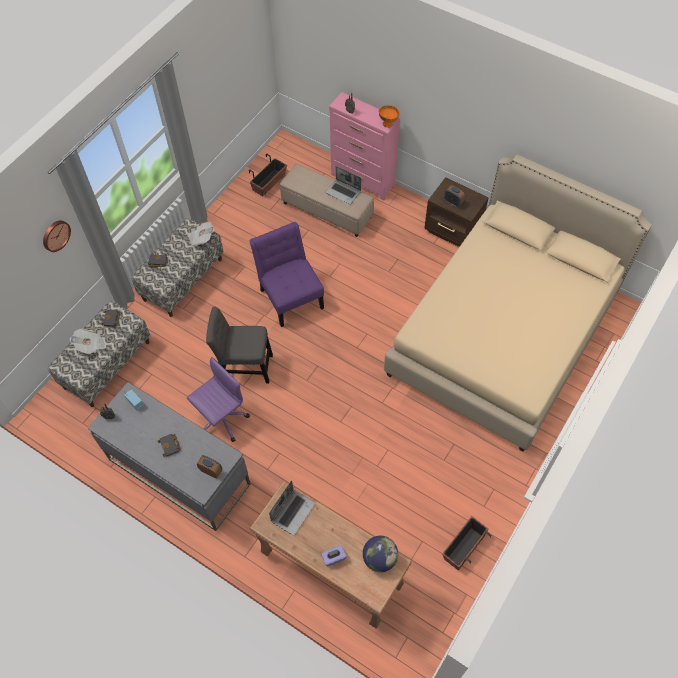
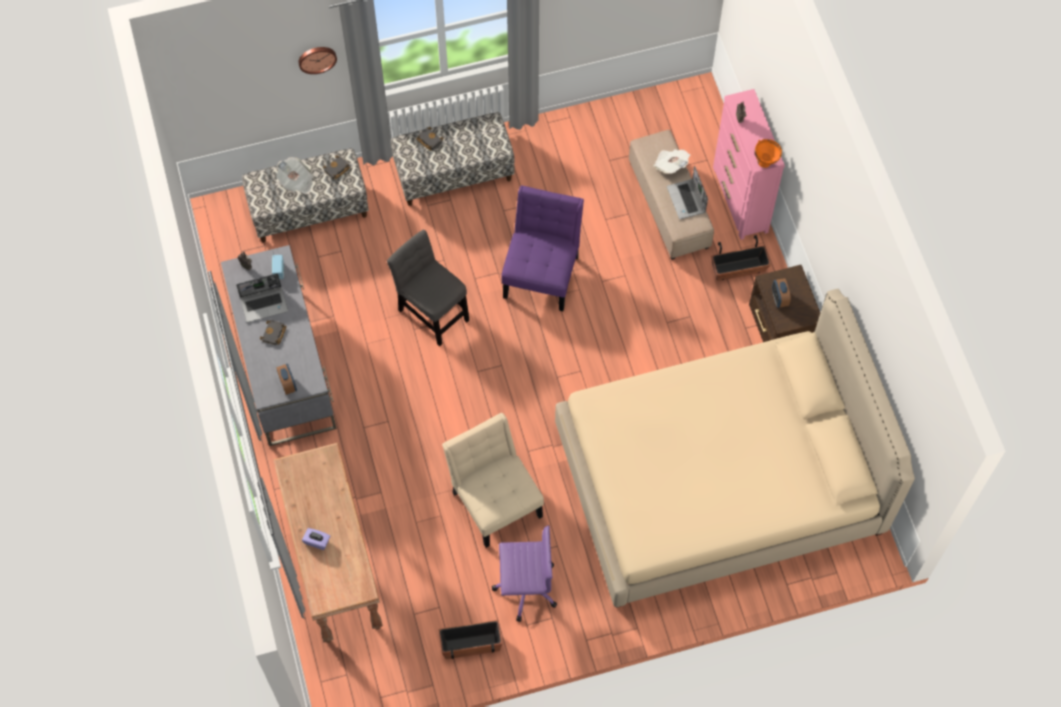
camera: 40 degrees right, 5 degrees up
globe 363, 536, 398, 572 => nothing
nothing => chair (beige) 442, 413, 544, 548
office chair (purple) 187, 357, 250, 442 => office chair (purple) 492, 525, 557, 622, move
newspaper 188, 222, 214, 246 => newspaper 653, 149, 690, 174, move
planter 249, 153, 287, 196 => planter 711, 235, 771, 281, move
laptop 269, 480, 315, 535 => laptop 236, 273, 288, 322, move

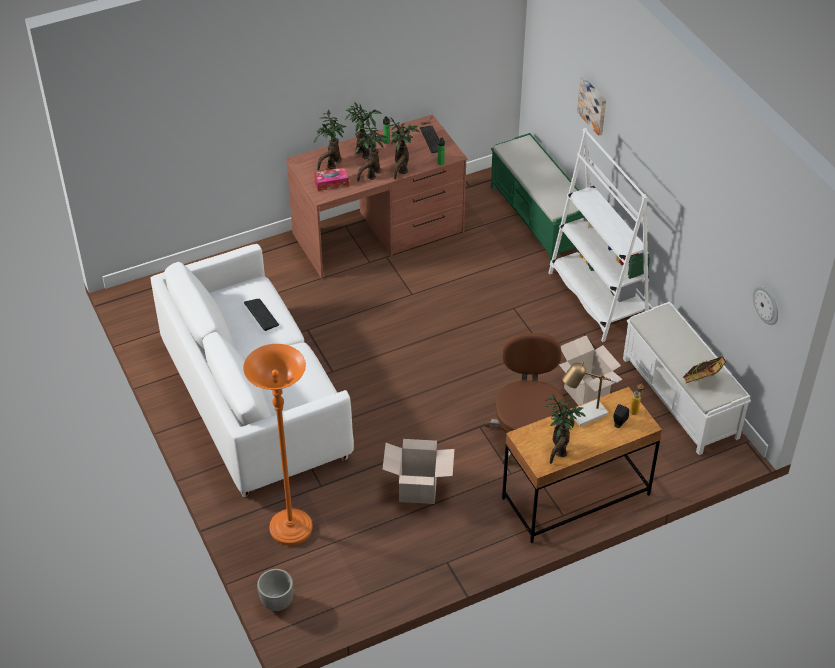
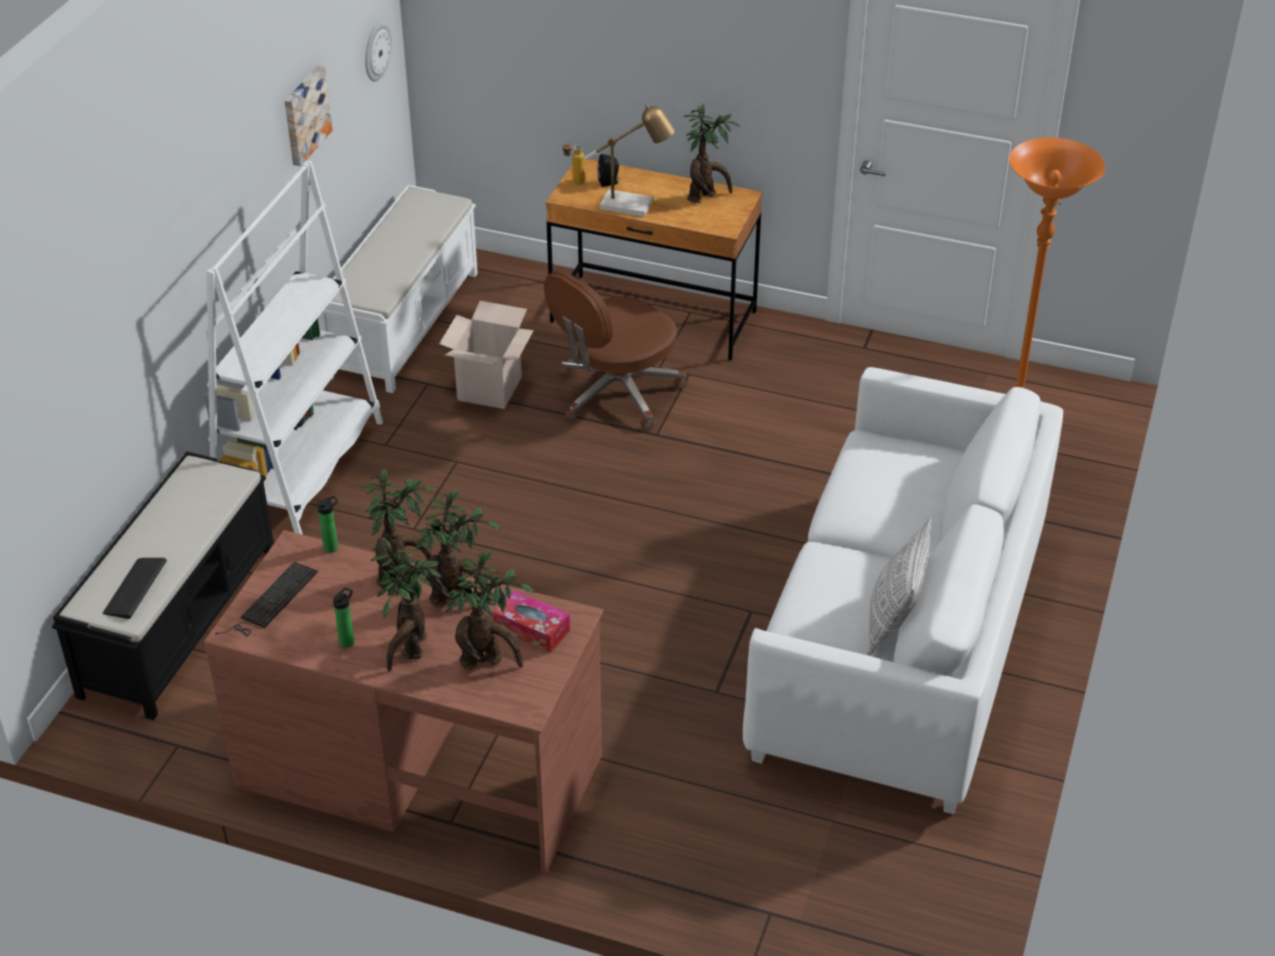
camera: 135 degrees left, 5 degrees down
planter 257, 569, 293, 611 => nothing
cardboard box 382, 439, 455, 504 => nothing
book 683, 356, 726, 383 => nothing
nothing => pillow 867, 518, 931, 656
keyboard 244, 299, 279, 331 => keyboard 103, 558, 167, 619, move
picture 577, 77, 606, 136 => picture 285, 66, 332, 166, move
bench (green) 491, 133, 584, 261 => bench (black) 52, 451, 274, 720

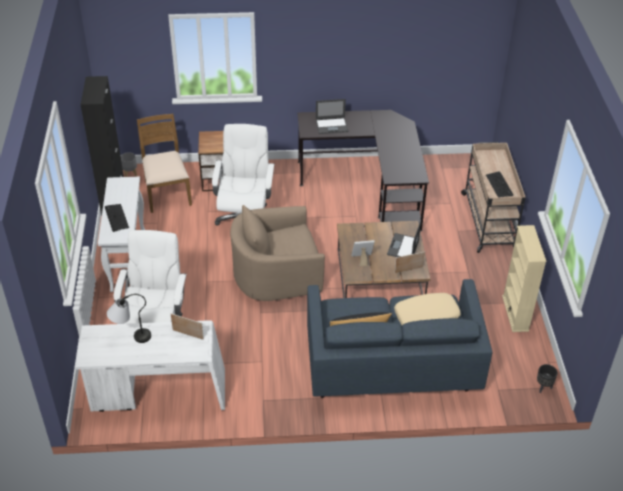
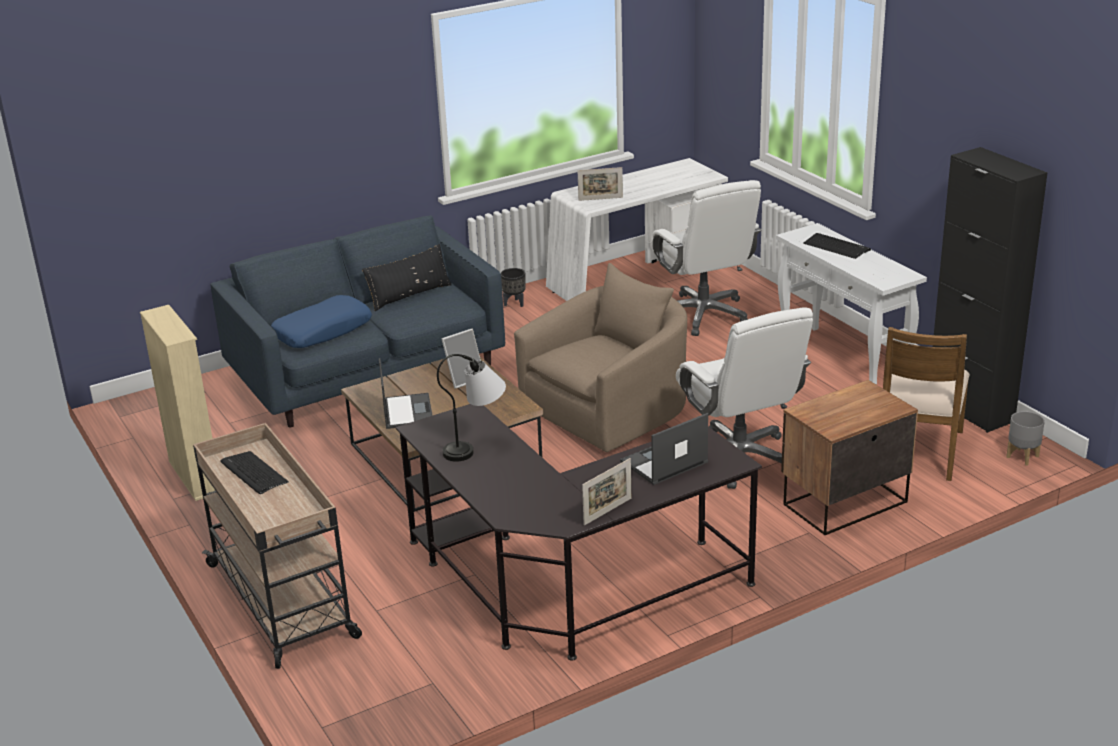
camera: 155 degrees right, 15 degrees down
table lamp 107, 294, 151, 343 => table lamp 437, 354, 506, 462, move
picture frame 395, 252, 425, 273 => picture frame 582, 458, 631, 526, move
planter (black) 537, 364, 558, 393 => planter (black) 501, 268, 525, 307, move
pillow (beige) 394, 293, 461, 325 => pillow (blue) 271, 295, 372, 348
chair (brown) 137, 113, 192, 213 => chair (brown) 883, 327, 970, 481, 60 degrees clockwise

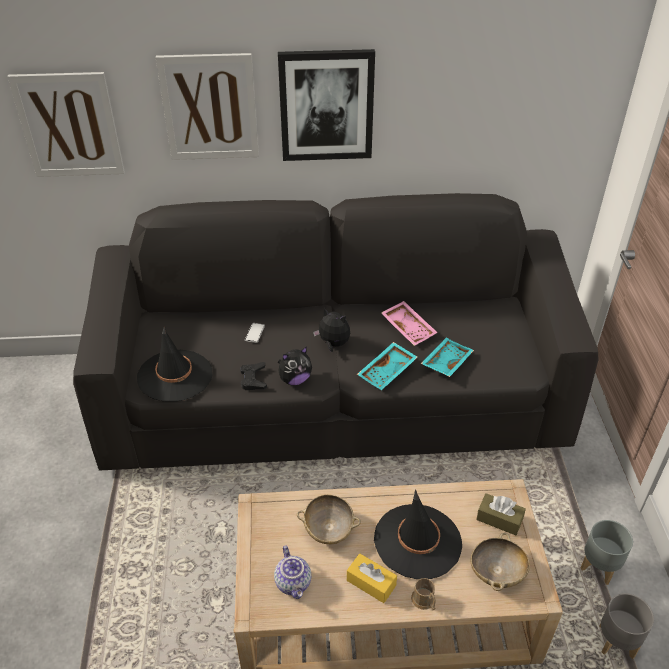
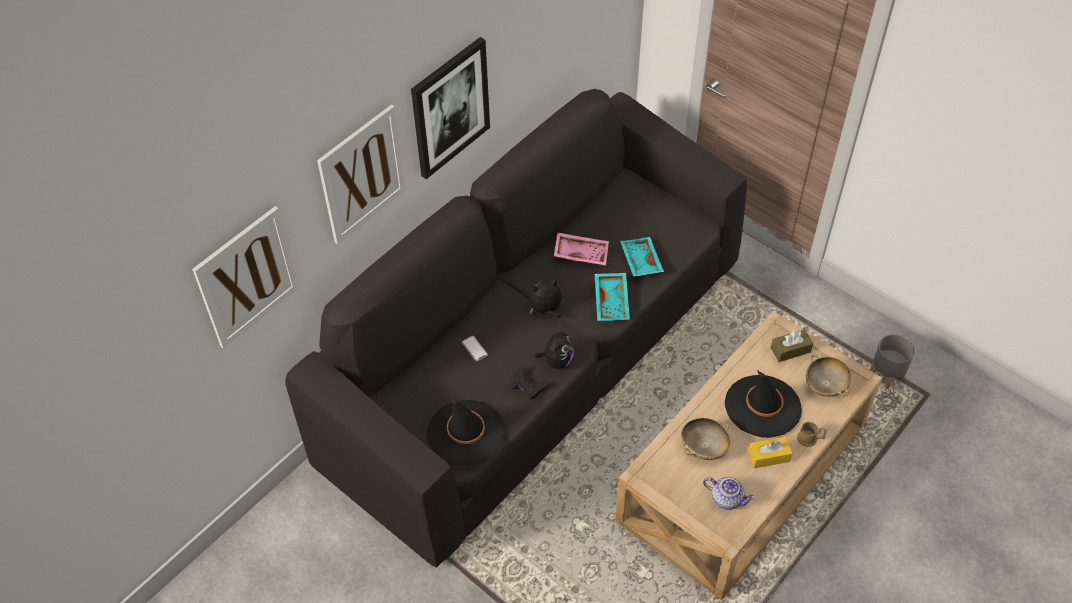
camera: 45 degrees left, 10 degrees up
planter (grey) 581, 520, 633, 585 => nothing

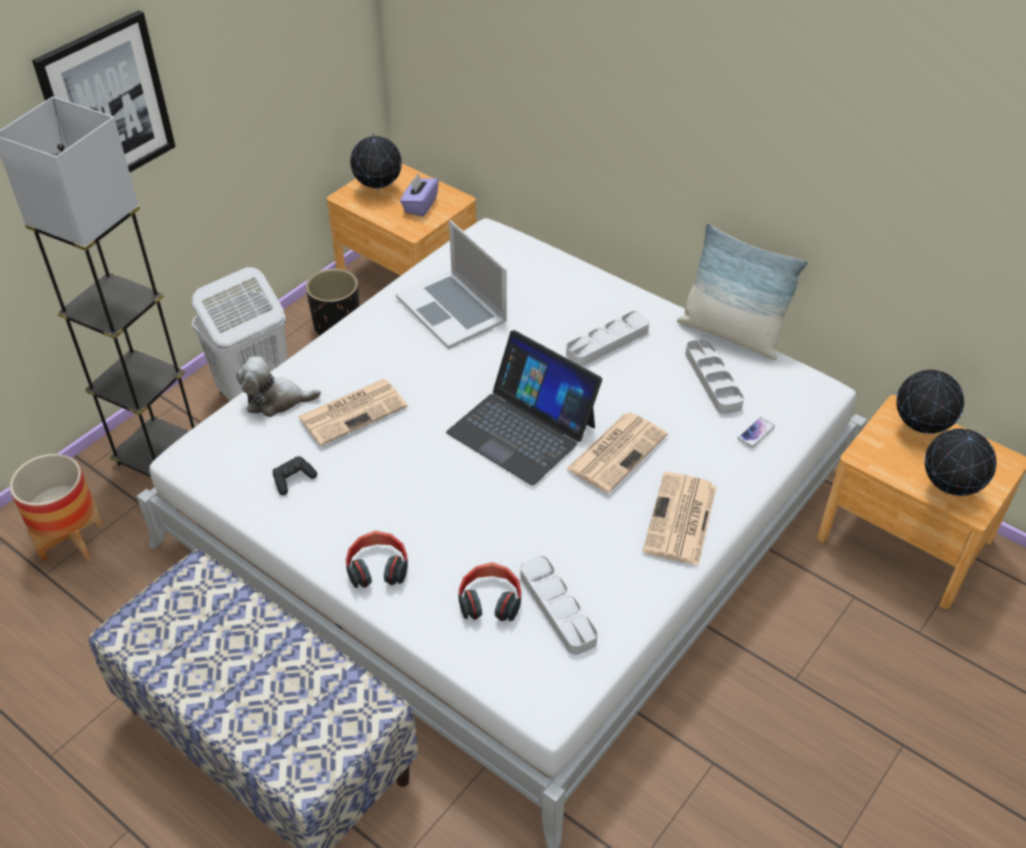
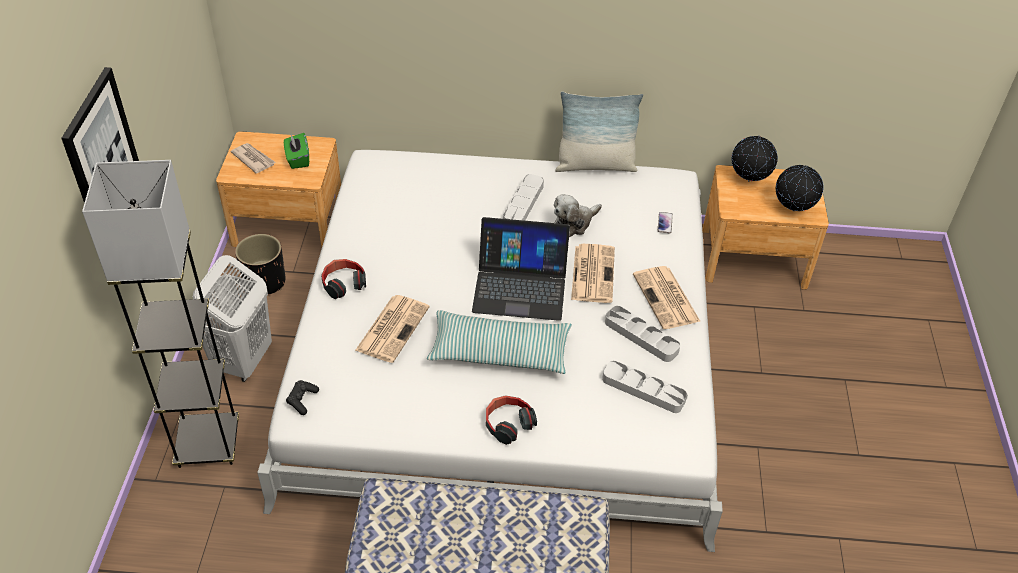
camera: 35 degrees left, 0 degrees up
planter 10, 454, 103, 562 => nothing
laptop 396, 220, 507, 349 => nothing
nothing => pillow 427, 310, 572, 374
plush toy 236, 357, 321, 417 => plush toy 554, 194, 602, 237, move
game controller (black) 273, 456, 317, 495 => game controller (black) 286, 380, 319, 415, move
headphones 458, 562, 521, 621 => headphones 321, 259, 366, 299, move
tray (grey) 685, 338, 744, 414 => tray (grey) 605, 306, 680, 362, move
globe 350, 133, 402, 191 => newspaper 231, 143, 276, 174
tissue box (purple) 400, 173, 439, 216 => tissue box (green) 284, 133, 309, 169

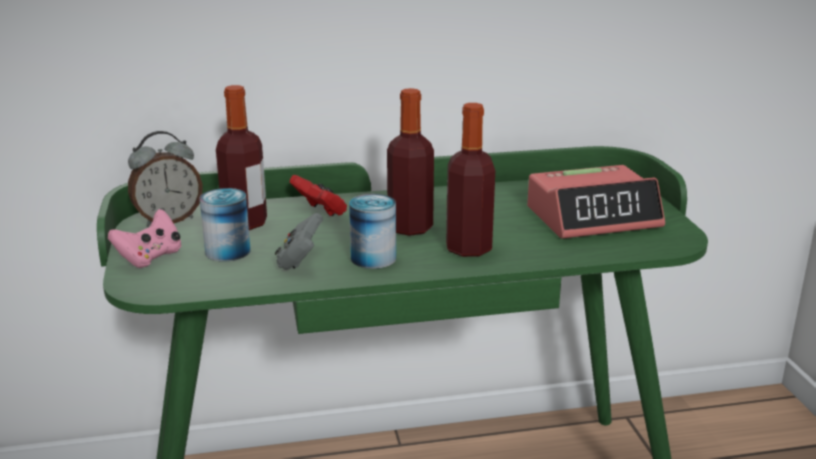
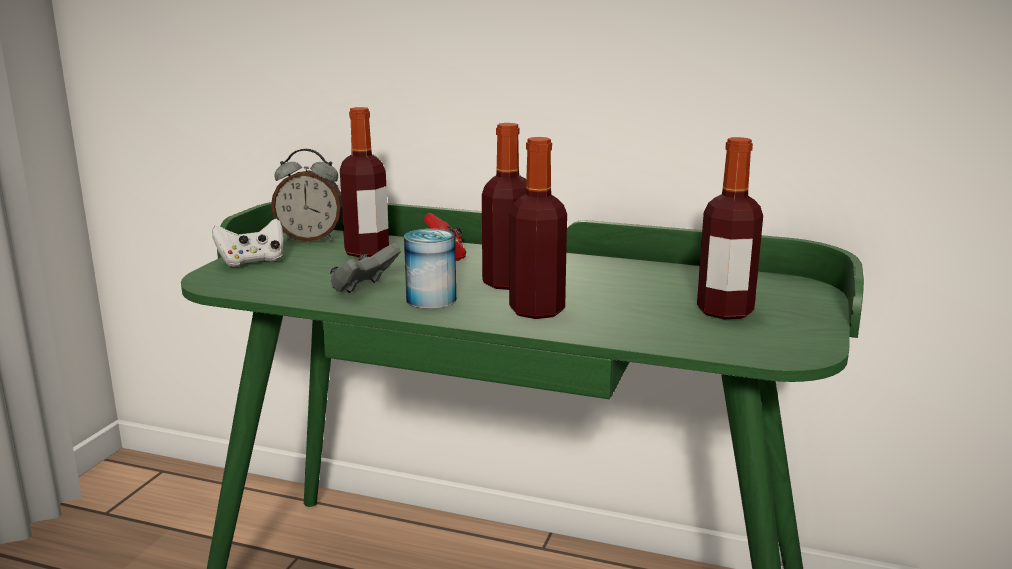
camera: 30 degrees right, 5 degrees down
can 200, 188, 251, 262 => nothing
alarm clock 527, 165, 665, 239 => bottle 697, 137, 763, 319
game controller (pink) 108, 209, 181, 268 => game controller (white) 212, 219, 284, 267

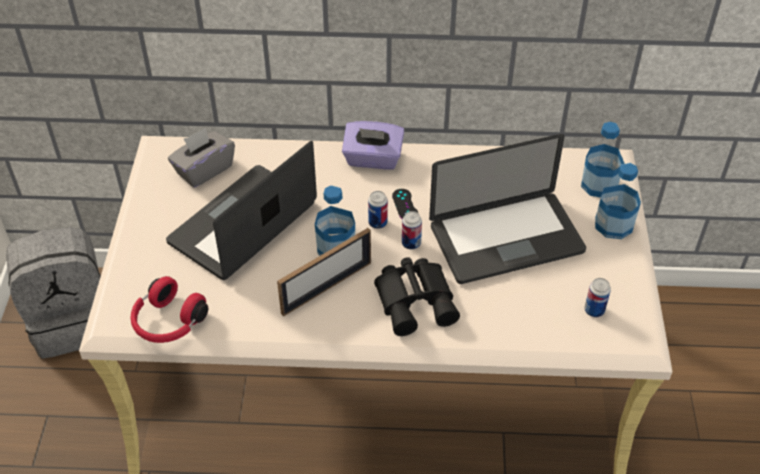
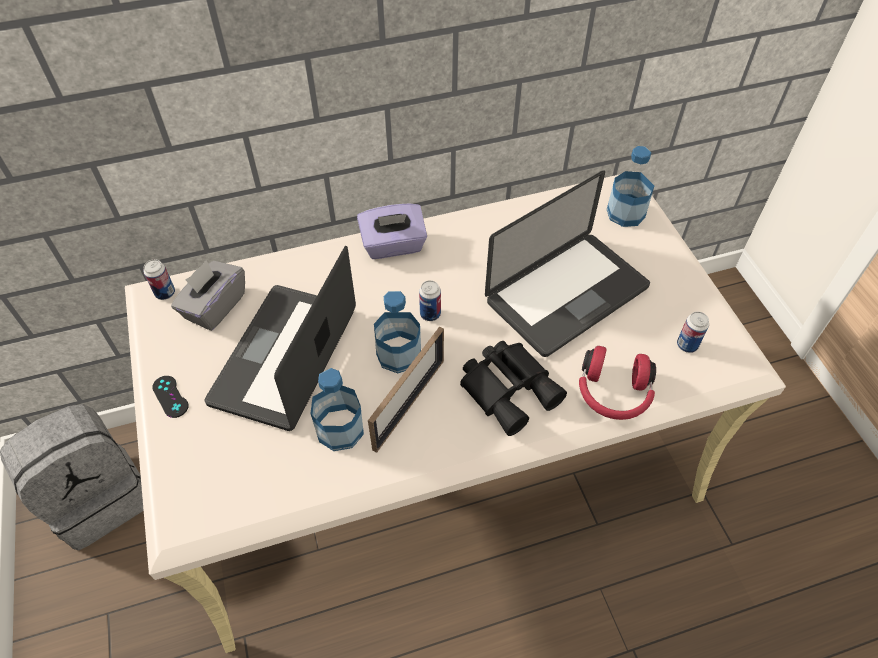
camera: 20 degrees left, 5 degrees up
headphones (red) 130, 276, 208, 343 => headphones (red) 579, 346, 656, 420, move
game controller (black) 392, 189, 418, 219 => game controller (black) 152, 376, 189, 418, move
can 402, 211, 422, 250 => can 143, 259, 175, 300, move
bottle 595, 163, 641, 239 => bottle 310, 368, 364, 451, move

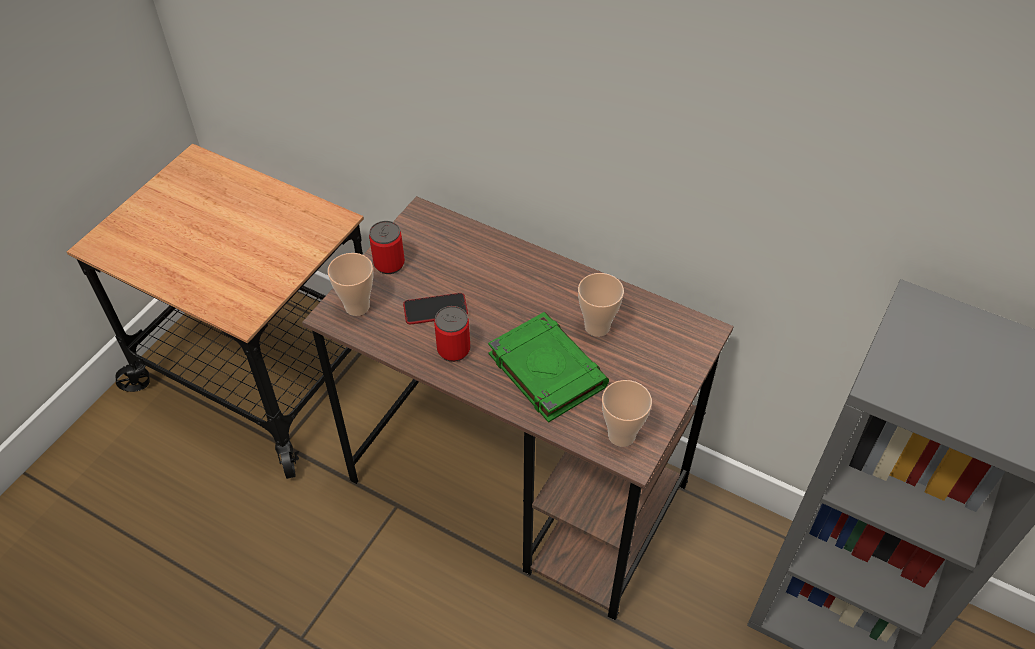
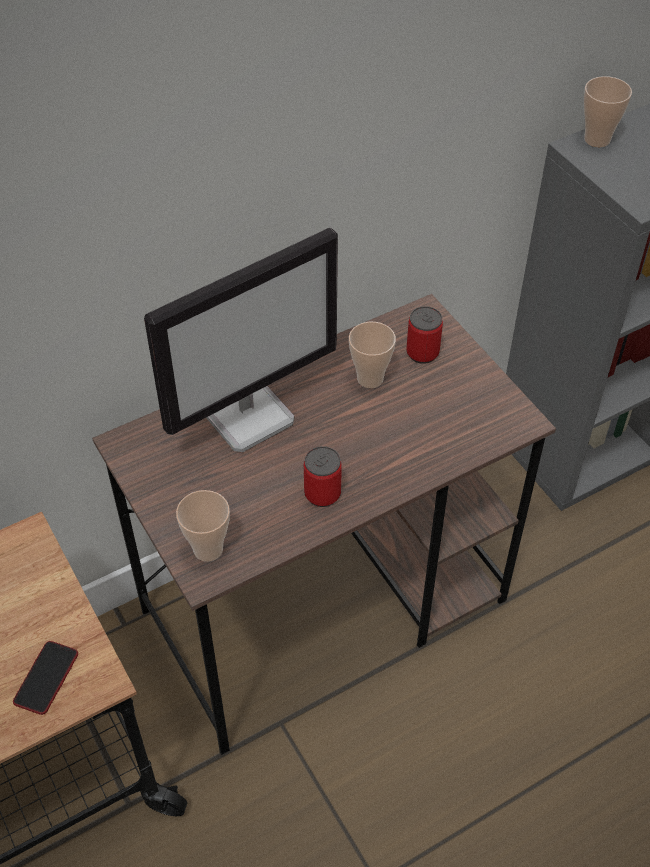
camera: 60 degrees left, 0 degrees up
book (green) 488, 312, 609, 423 => nothing
nothing => monitor 144, 228, 338, 452
can 369, 221, 405, 274 => can 406, 306, 443, 364, move
phone 403, 293, 468, 325 => phone 13, 641, 78, 715, move
cup 602, 380, 652, 447 => cup 584, 76, 632, 147, move

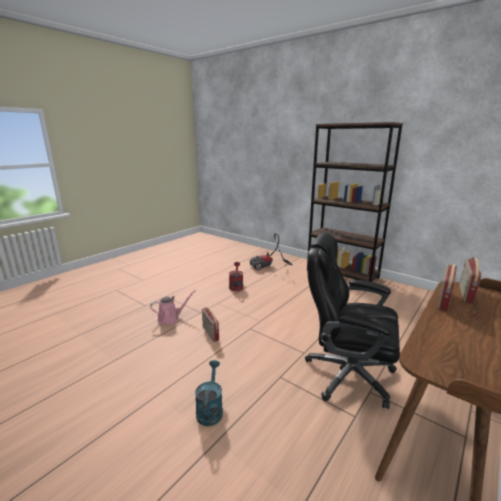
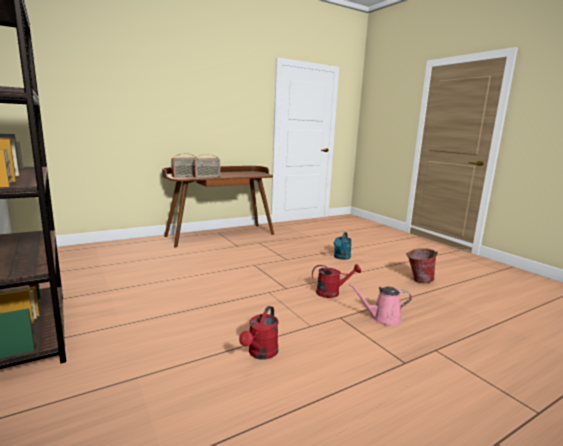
camera: 160 degrees left, 5 degrees down
vacuum cleaner 250, 233, 293, 270 => nothing
office chair (black) 305, 233, 400, 409 => nothing
nothing => bucket 406, 248, 438, 283
radio 202, 307, 219, 342 => watering can (red) 312, 264, 361, 298

